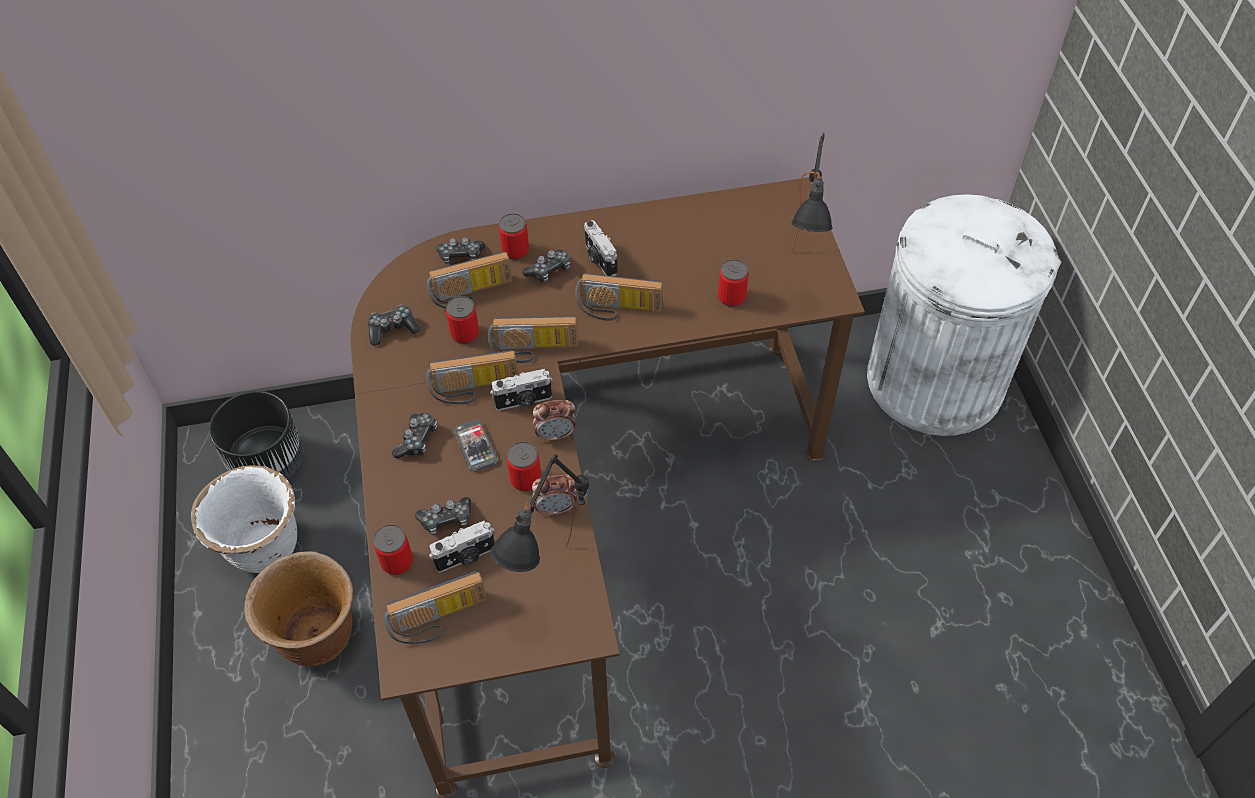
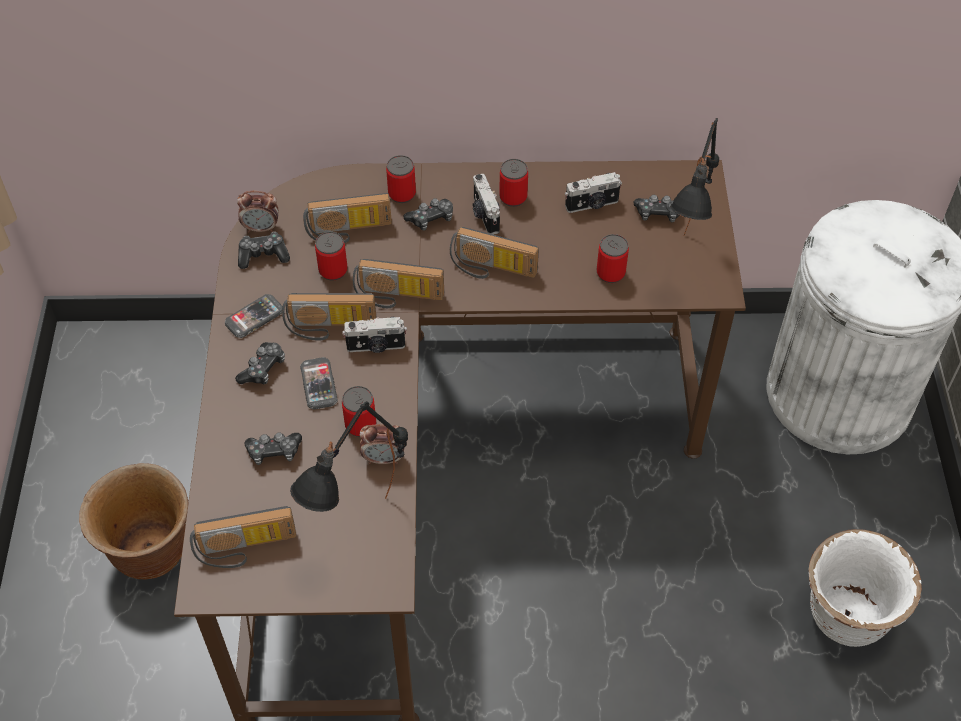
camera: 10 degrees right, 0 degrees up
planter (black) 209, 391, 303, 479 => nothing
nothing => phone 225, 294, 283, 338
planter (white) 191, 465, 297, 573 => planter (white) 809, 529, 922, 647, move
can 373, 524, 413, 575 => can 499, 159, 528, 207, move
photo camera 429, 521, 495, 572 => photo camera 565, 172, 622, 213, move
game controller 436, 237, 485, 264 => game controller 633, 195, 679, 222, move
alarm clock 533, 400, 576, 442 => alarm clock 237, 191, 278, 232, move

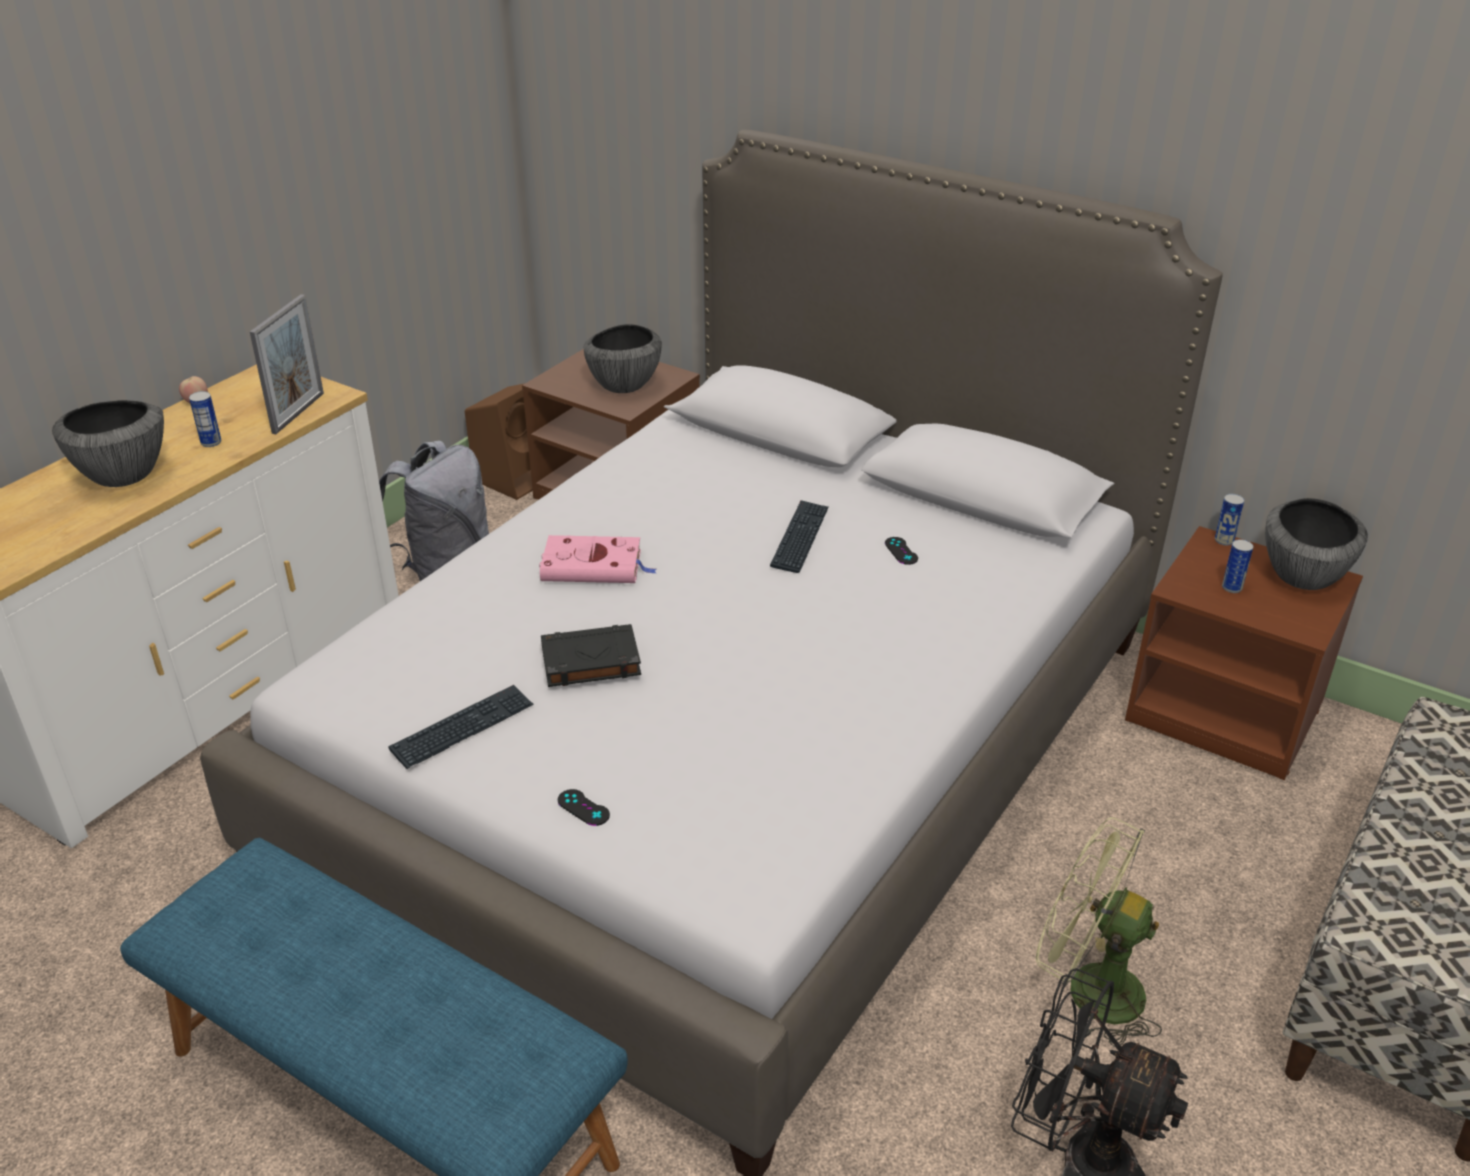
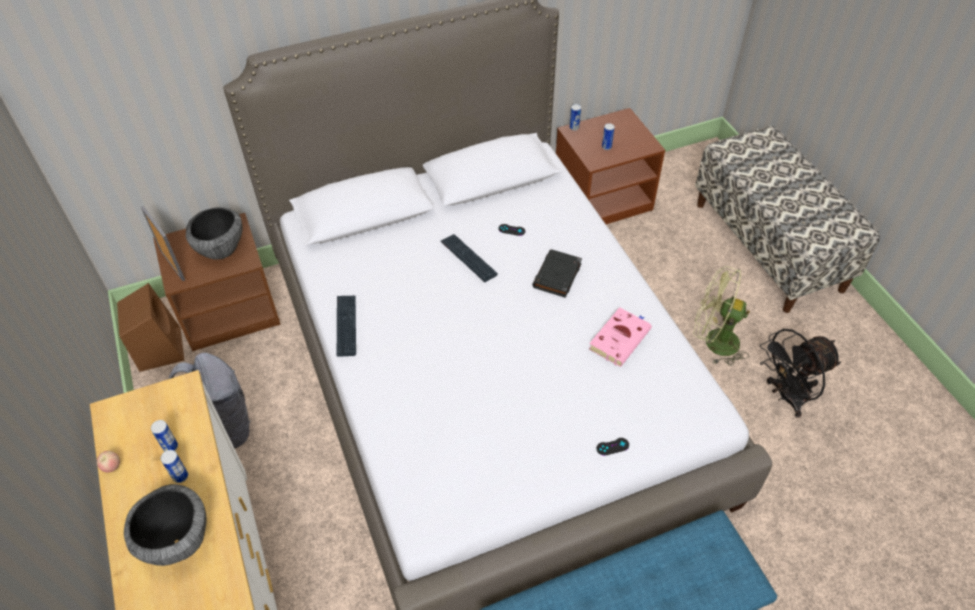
camera: 55 degrees left, 15 degrees up
bowl 1265, 498, 1368, 590 => nothing
nothing => can 151, 420, 178, 452
picture frame 250, 294, 324, 434 => picture frame 141, 206, 185, 281, move
keyboard 388, 685, 533, 769 => keyboard 337, 295, 356, 357, move
book (pink) 539, 535, 657, 583 => book (pink) 589, 307, 652, 367, move
book (black) 541, 624, 641, 687 => book (black) 532, 249, 582, 298, move
fan (green) 1036, 817, 1162, 1047 => fan (green) 693, 266, 750, 366, 45 degrees clockwise

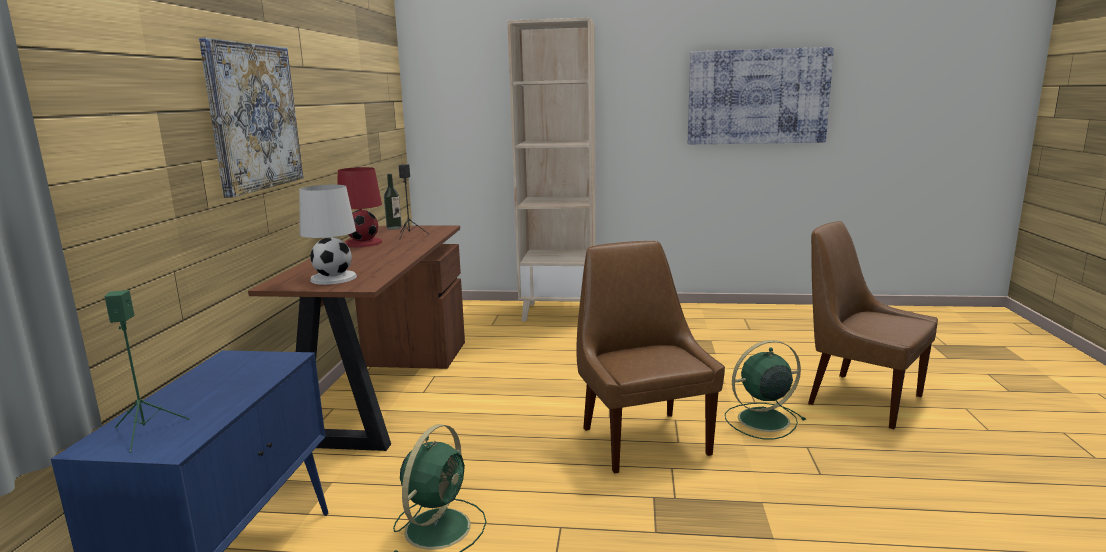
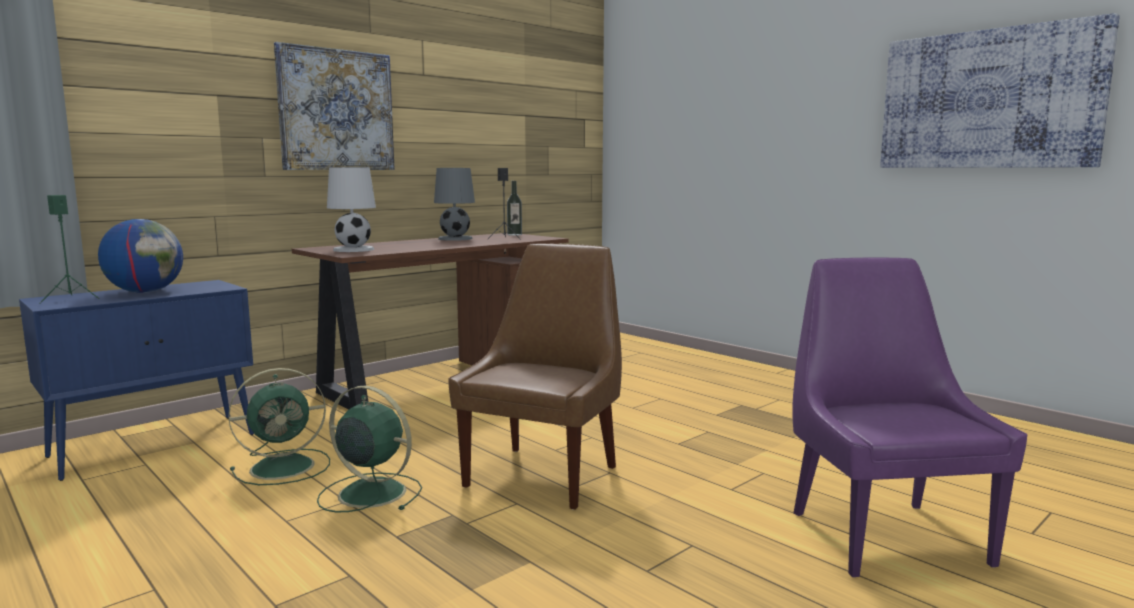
camera: 40 degrees right, 5 degrees down
bookcase (beige) 507, 17, 596, 322 => nothing
nothing => globe 98, 219, 183, 293
fan (green) 725, 340, 806, 440 => fan (green) 317, 386, 422, 512, move
table lamp (red) 338, 167, 382, 247 => table lamp (grey) 434, 168, 475, 241
chair (brown) 808, 221, 938, 429 => chair (purple) 792, 258, 1028, 577

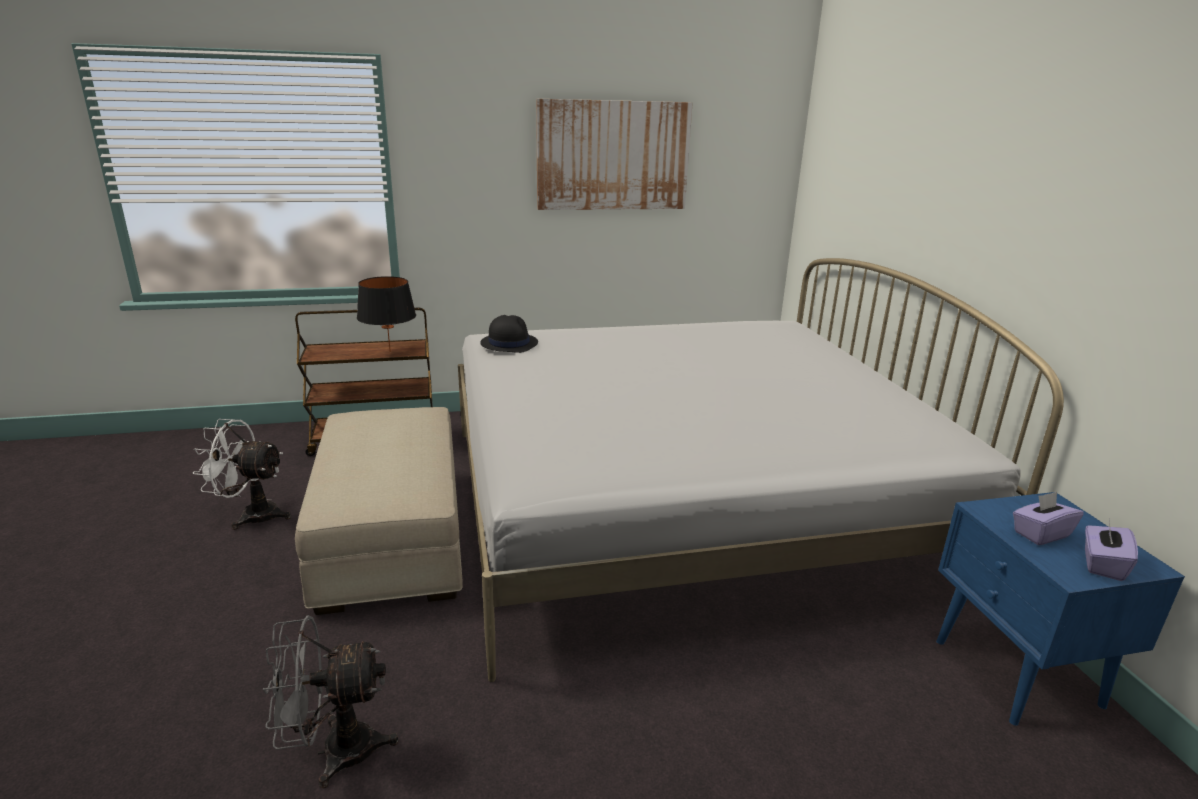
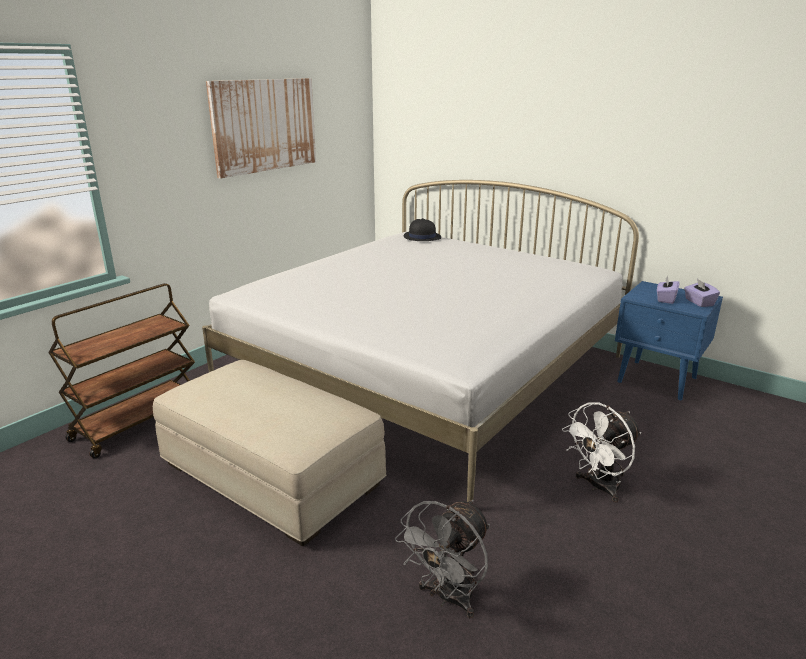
camera: 40 degrees left, 0 degrees up
table lamp (black) 357, 276, 416, 352 => nothing
fan (white) 193, 419, 291, 530 => fan (white) 562, 402, 641, 503, move
hat (black) 480, 315, 538, 353 => hat (black) 404, 218, 441, 241, move

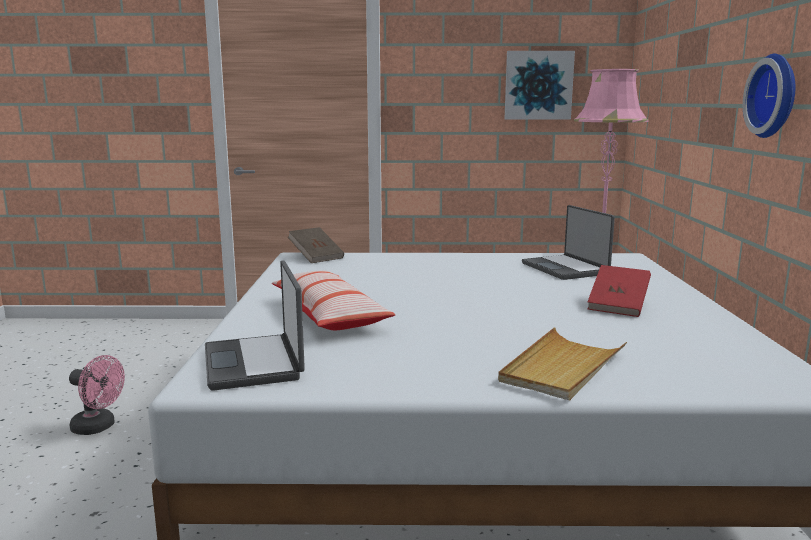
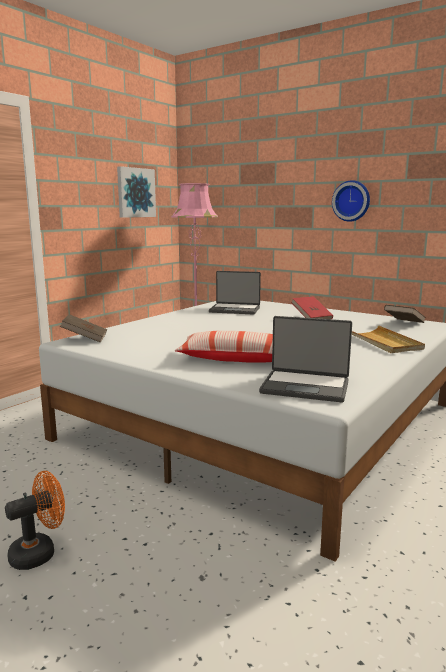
camera: 55 degrees left, 0 degrees up
nothing => book (brown) 384, 305, 426, 323
fan (pink) 69, 355, 125, 435 => fan (orange) 5, 471, 65, 570

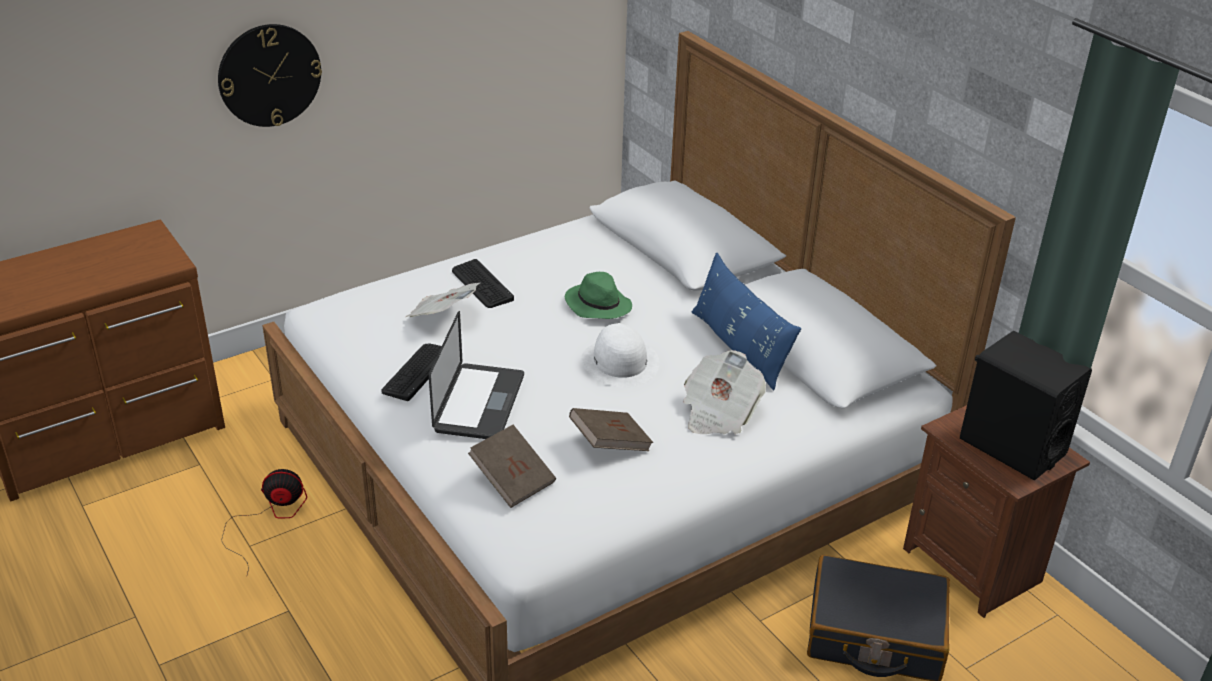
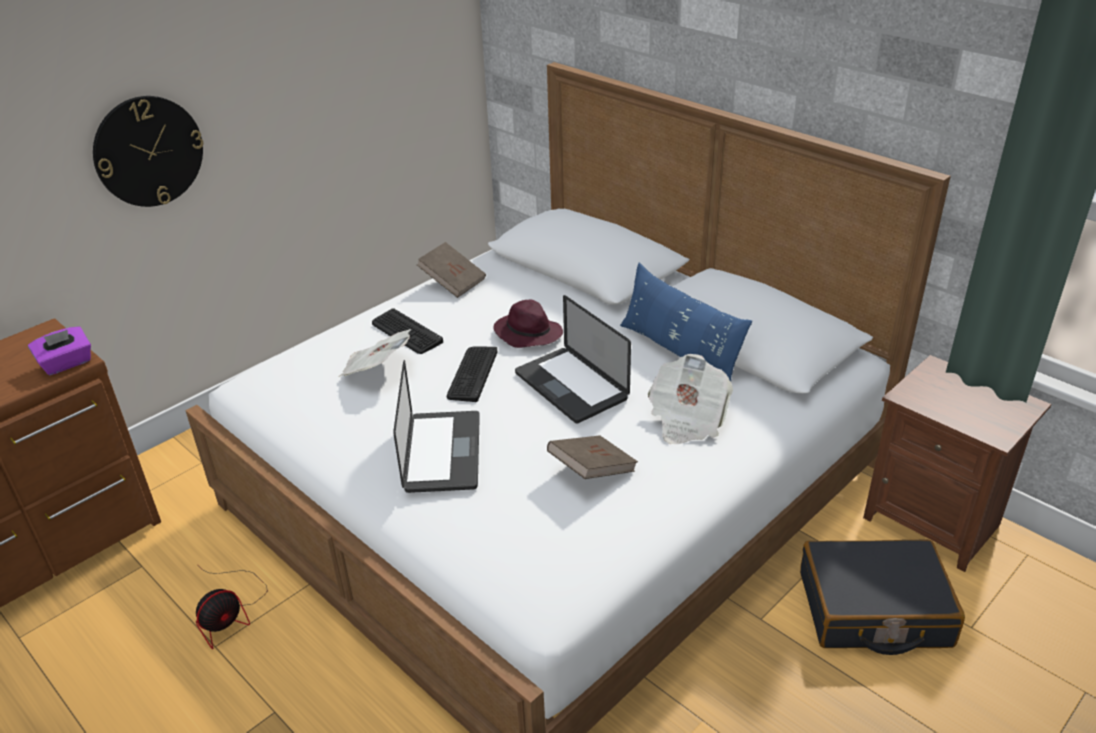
camera: 10 degrees left, 0 degrees up
speaker (black) 960, 331, 1092, 480 => nothing
nothing => tissue box (purple) 28, 327, 91, 375
keyboard 381, 343, 442, 401 => keyboard 447, 346, 497, 402, move
book (brown) 468, 425, 556, 508 => book (brown) 417, 242, 486, 298, move
hat (white) 581, 323, 659, 388 => laptop 515, 295, 631, 423
hat (green) 565, 272, 632, 319 => hat (purple) 493, 300, 563, 348
fan 221, 469, 307, 575 => fan 196, 565, 268, 649, 150 degrees clockwise

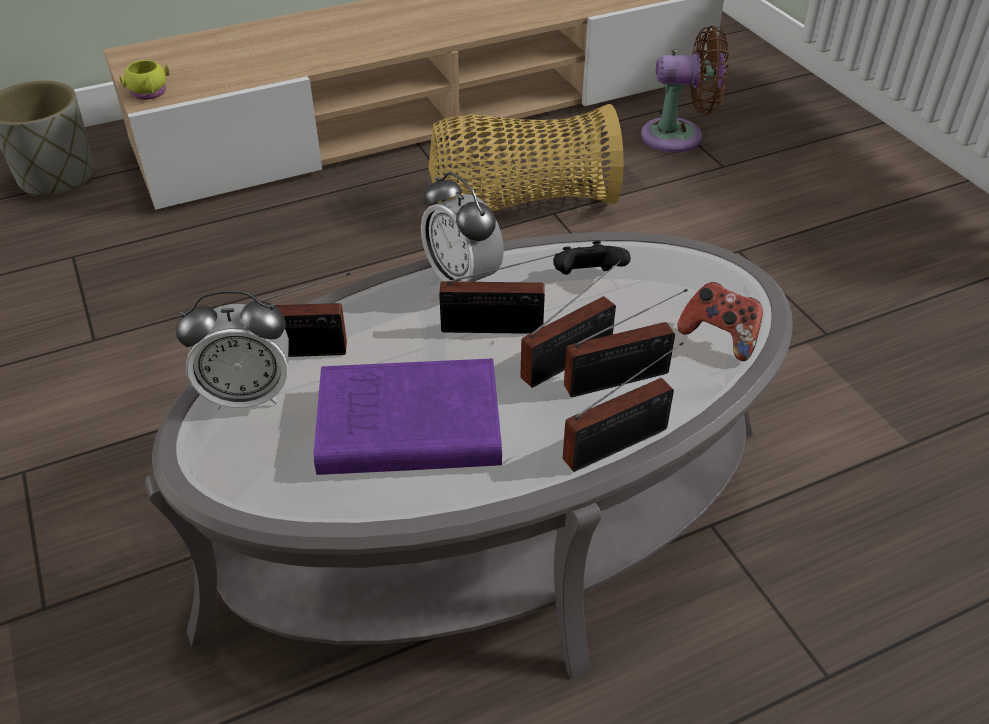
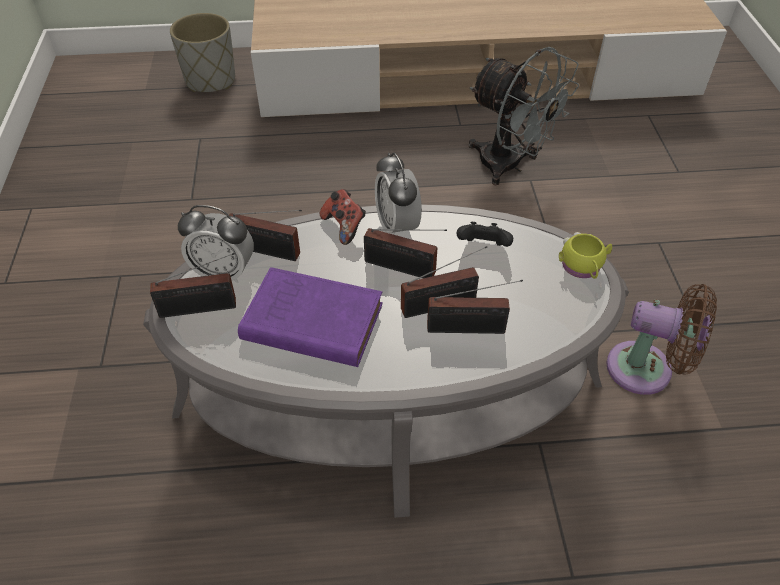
camera: 20 degrees right, 5 degrees up
mug (yellow) 119, 60, 169, 100 => mug (yellow) 559, 232, 612, 279, move
radio 563, 342, 684, 472 => radio 150, 253, 236, 318, move
fan (brown) 641, 25, 729, 153 => fan (brown) 606, 284, 717, 395, move
game controller 677, 282, 763, 361 => game controller 320, 189, 366, 245, move
basket 428, 104, 624, 211 => fan (grey) 469, 47, 579, 185

